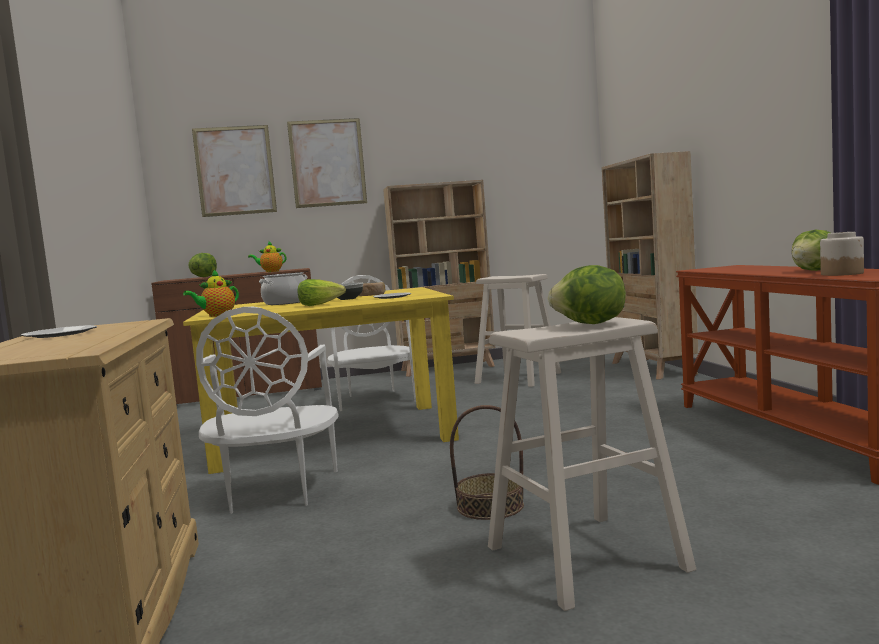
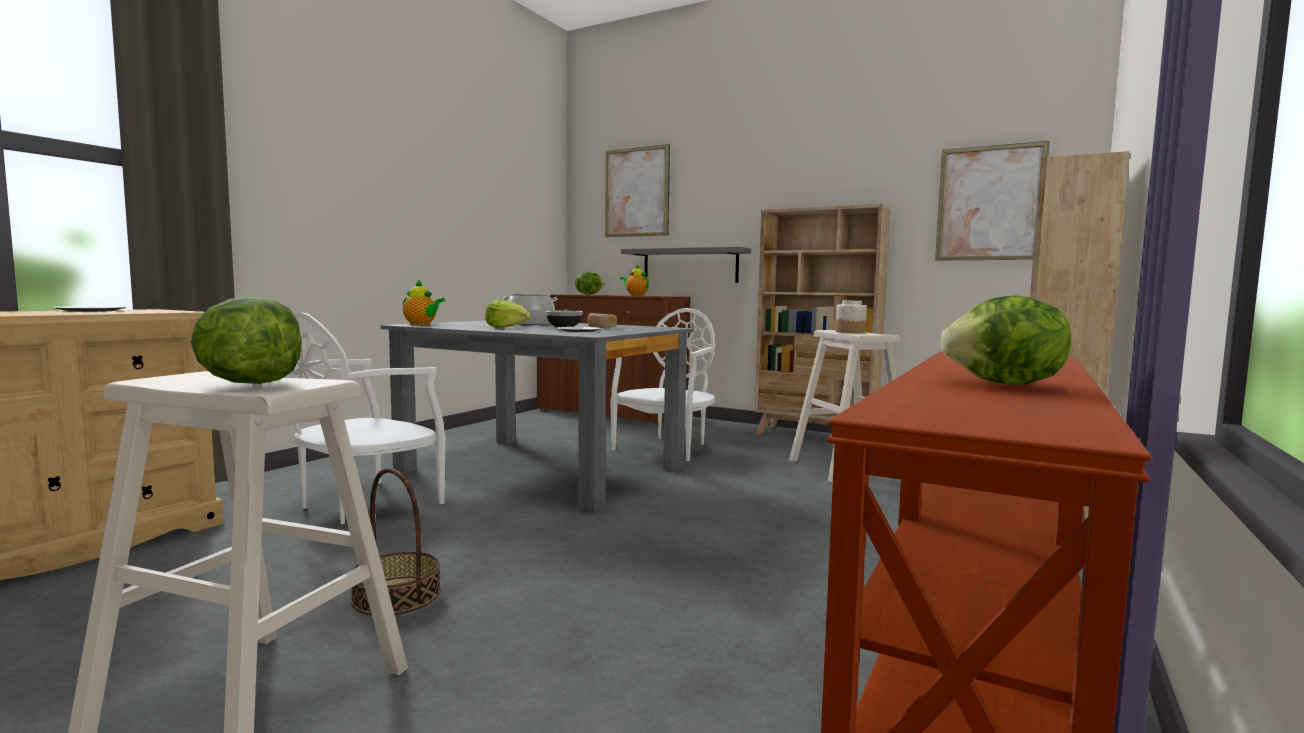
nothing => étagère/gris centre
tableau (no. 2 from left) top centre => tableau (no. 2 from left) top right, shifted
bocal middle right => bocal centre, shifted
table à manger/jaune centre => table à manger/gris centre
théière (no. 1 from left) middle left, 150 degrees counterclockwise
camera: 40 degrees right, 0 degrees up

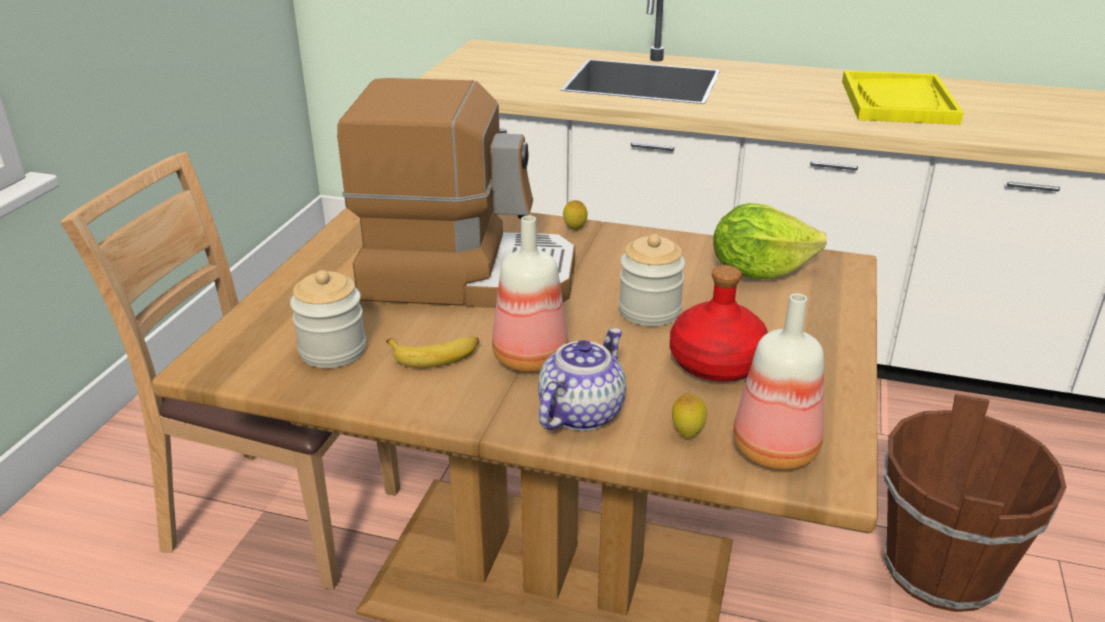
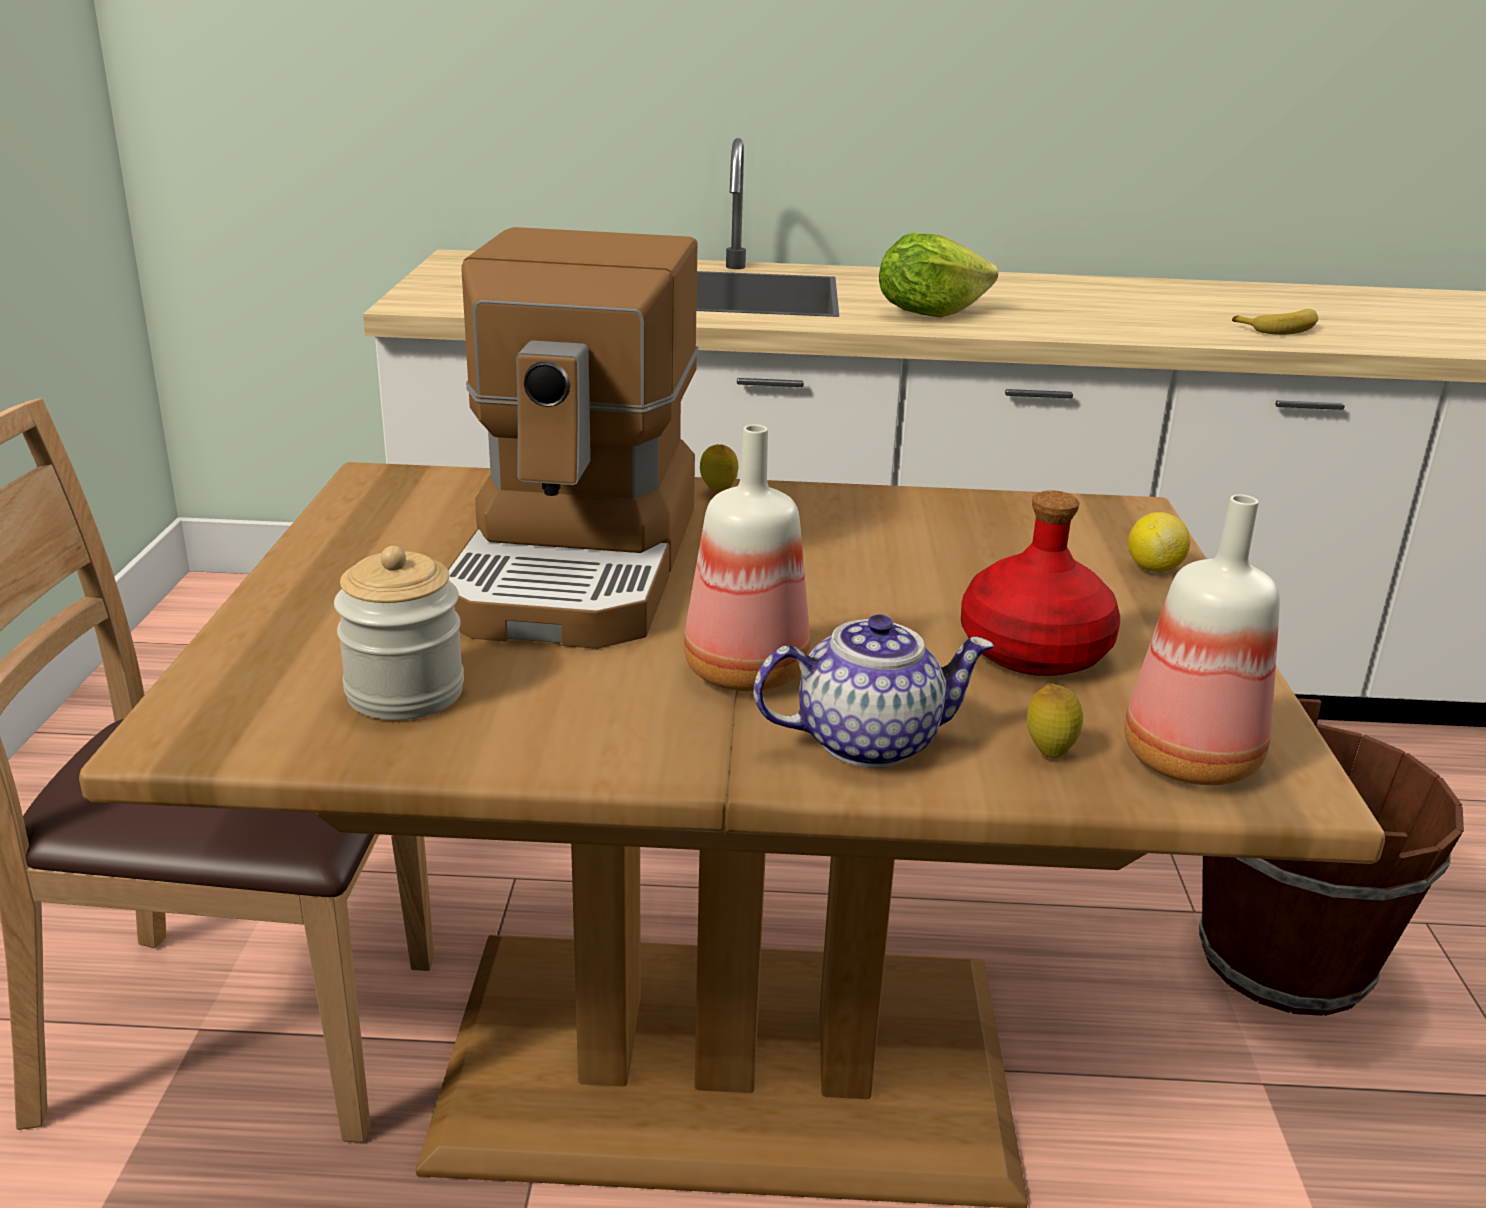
bocal (no. 2 from left) centre => nothing
plateau/jaune top right => nothing
nothing => citron (no. 3 from left) middle right
banane centre => banane top right, shifted
laitue middle right => laitue top centre, shifted
machine à café top centre => machine à café centre, 105 degrees clockwise
théière centre, 60 degrees clockwise
camera: 15 degrees left, 5 degrees down

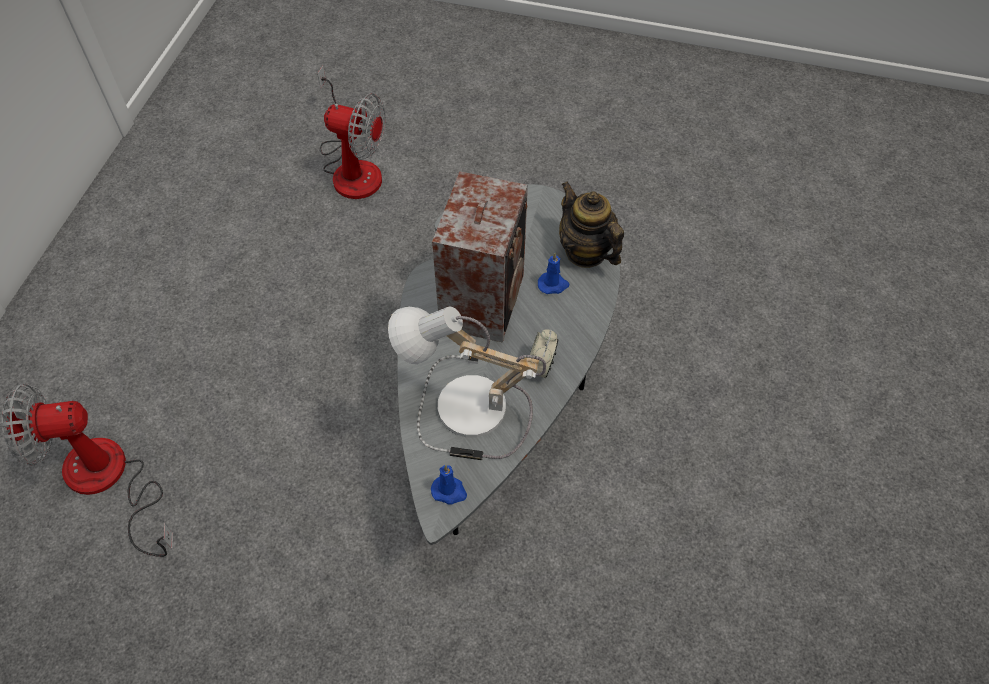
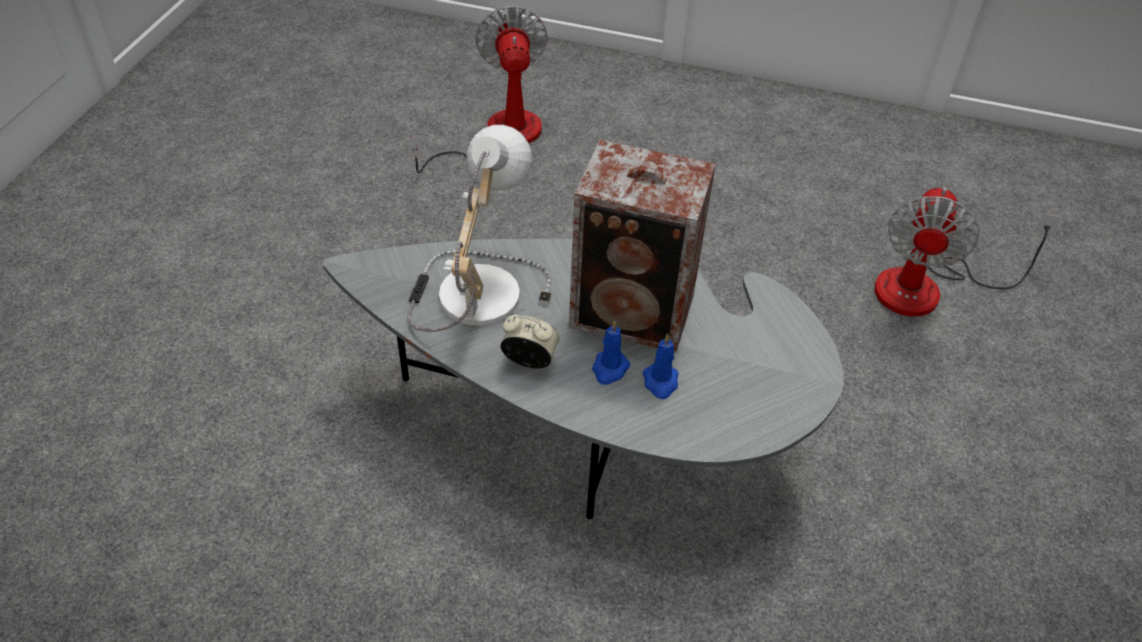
théière top centre => nothing
bougie/bleu (no. 1 from left) bottom centre => bougie/bleu (no. 1 from left) centre, shifted
camera: 90 degrees right, 10 degrees down

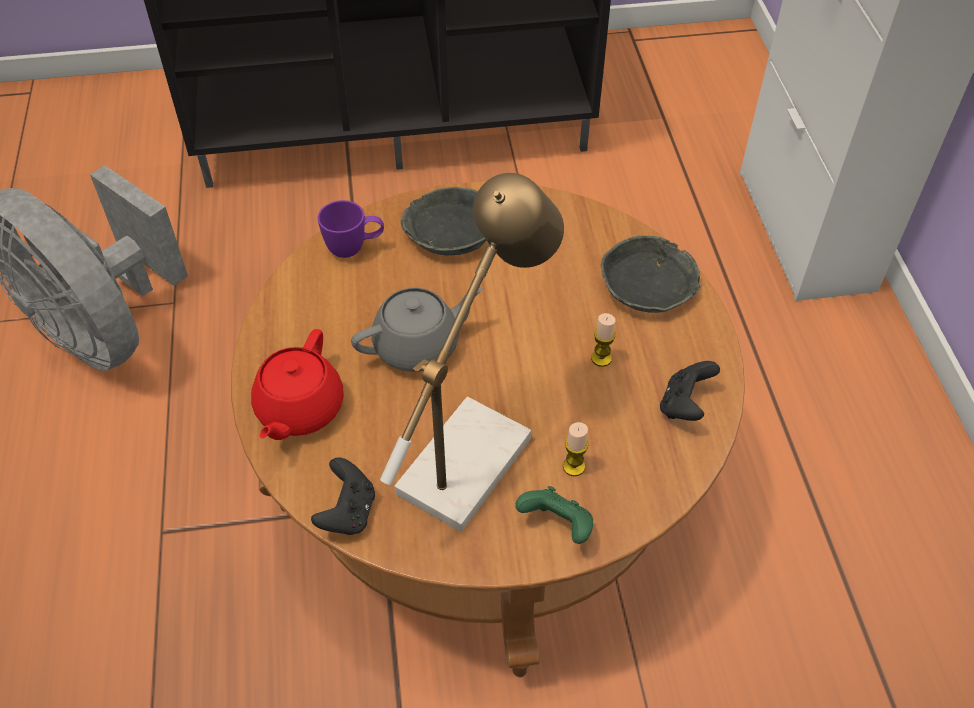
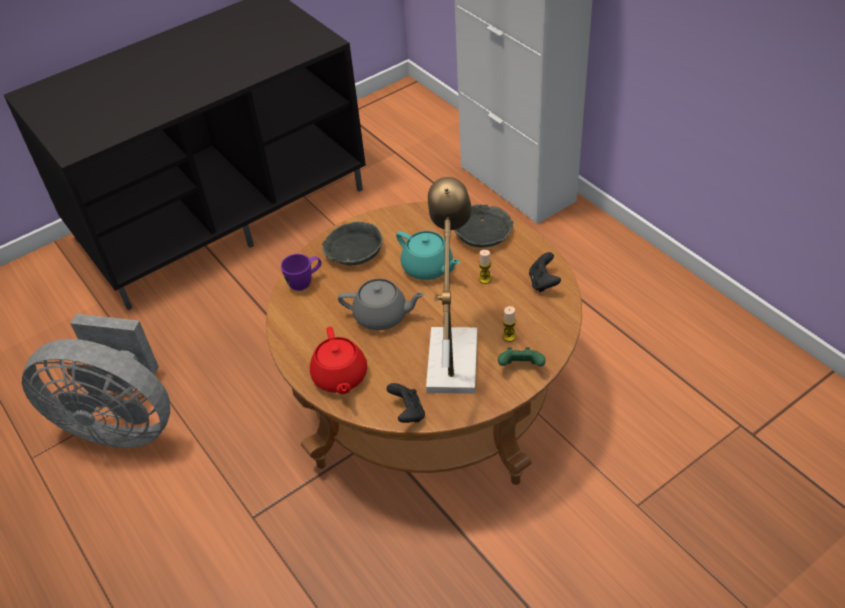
nothing => théière/turquoise centre
théière/gris centre, 60 degrees clockwise
camera: 25 degrees left, 5 degrees down

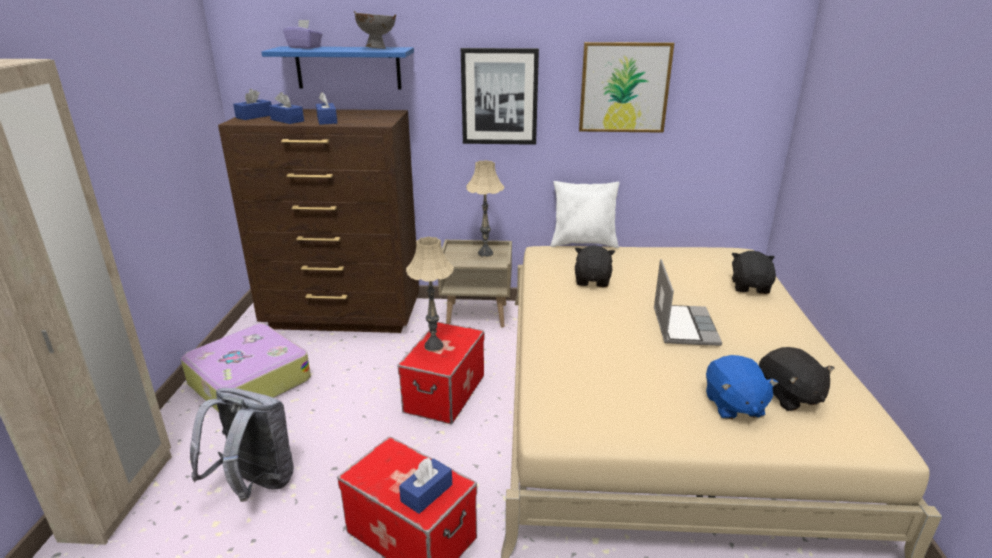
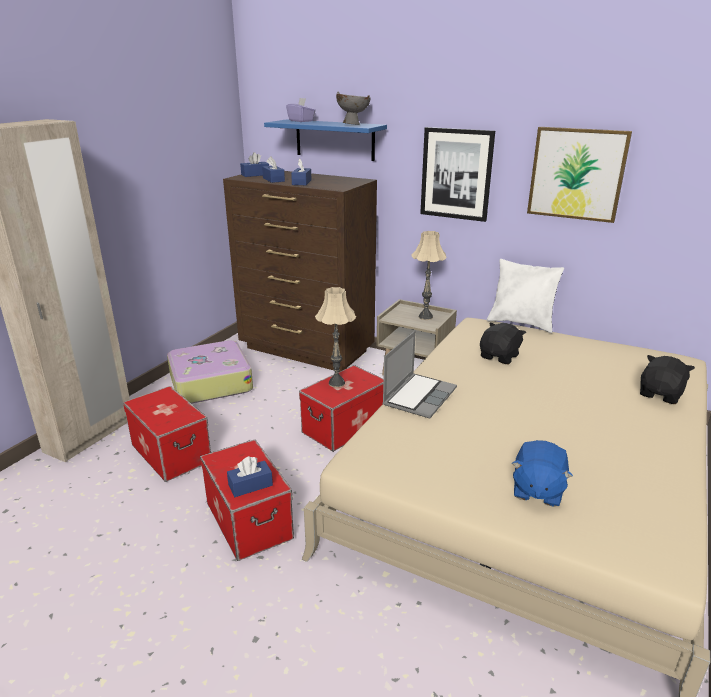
peluche/noir (no. 3 from left) bottom right => nothing
ordinateur portable middle right => ordinateur portable centre, shifted
sac à dos/gris bottom left => boîte de rangement (no. 1 from left) middle left
camera: 25 degrees right, 0 degrees up

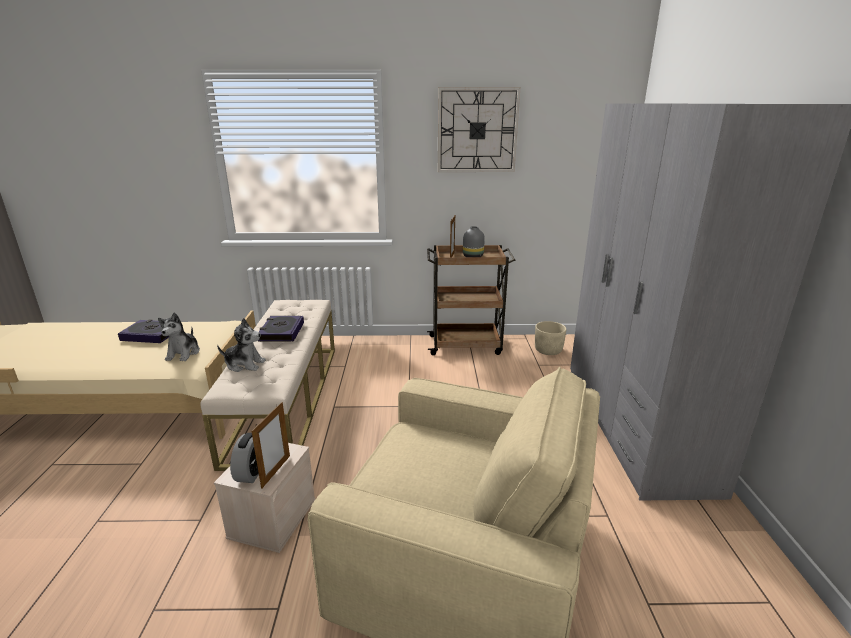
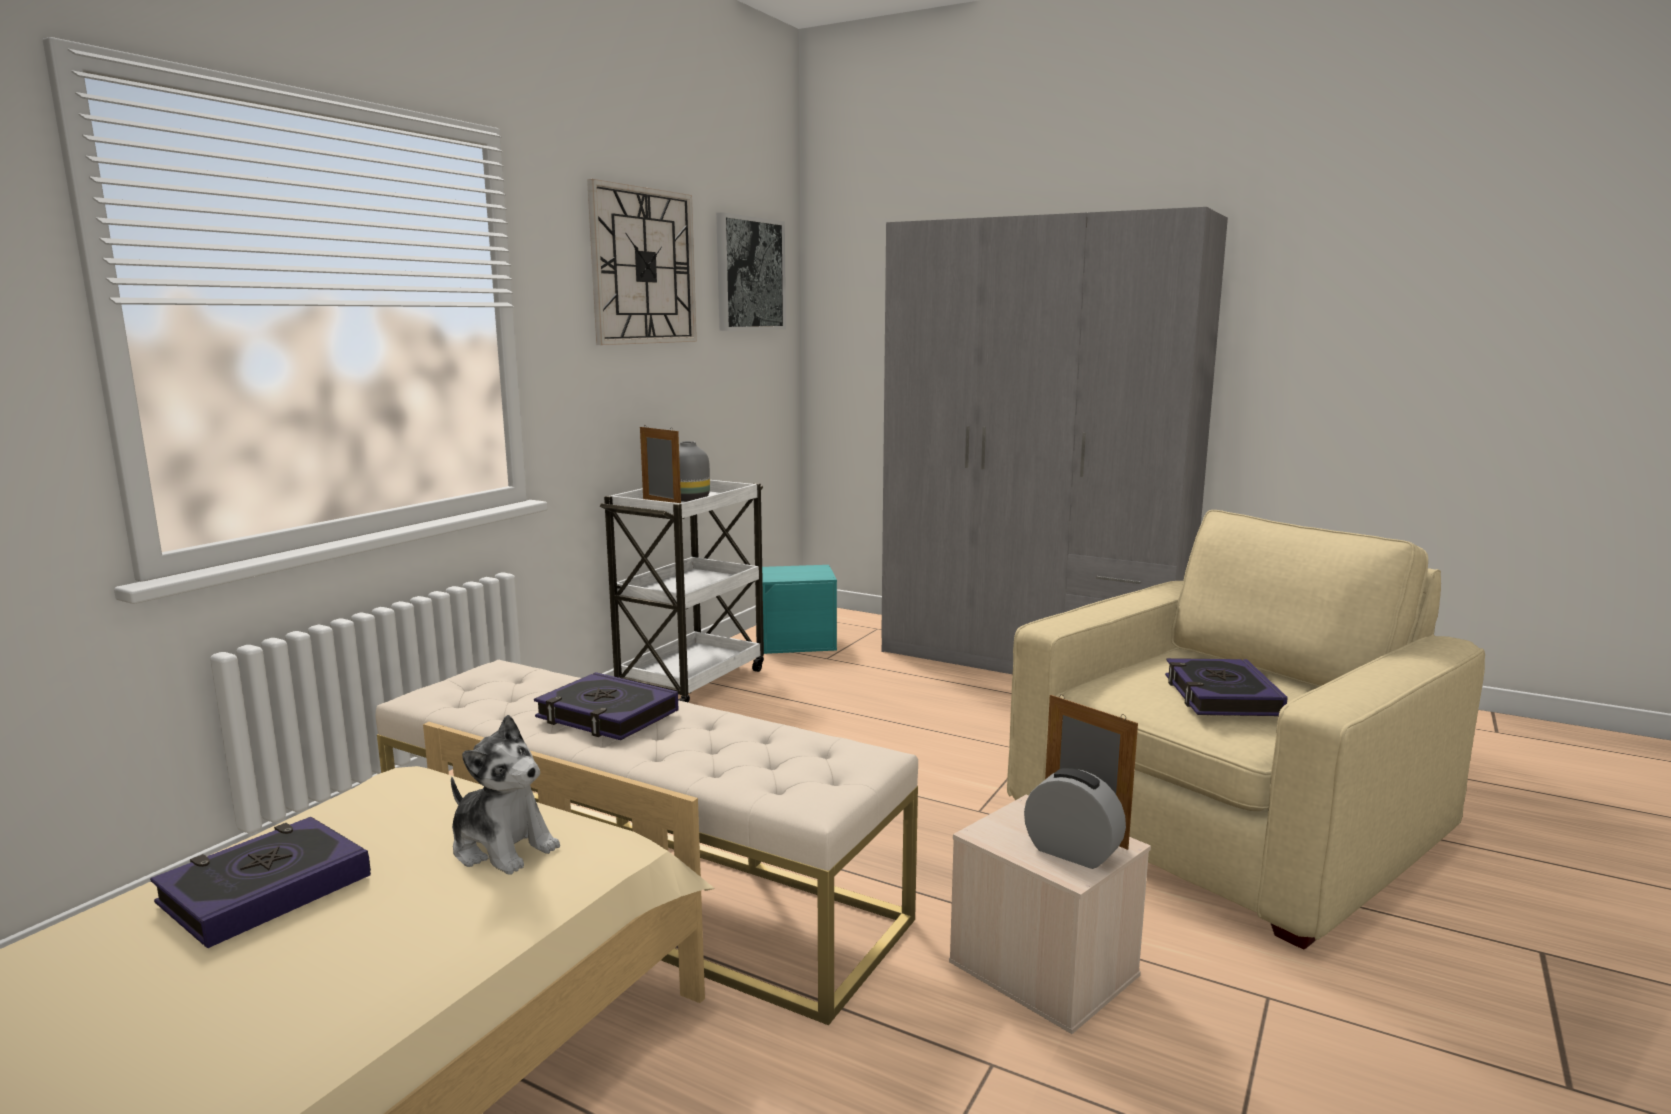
peluche (no. 2 from left) middle left => nothing
nothing => tableau top centre
nothing => livre (no. 3 from left) middle right
cache-pot/beige centre => boîte de rangement/turquoise centre
chariot/marron centre => chariot/blanc centre
camera: 60 degrees left, 10 degrees down

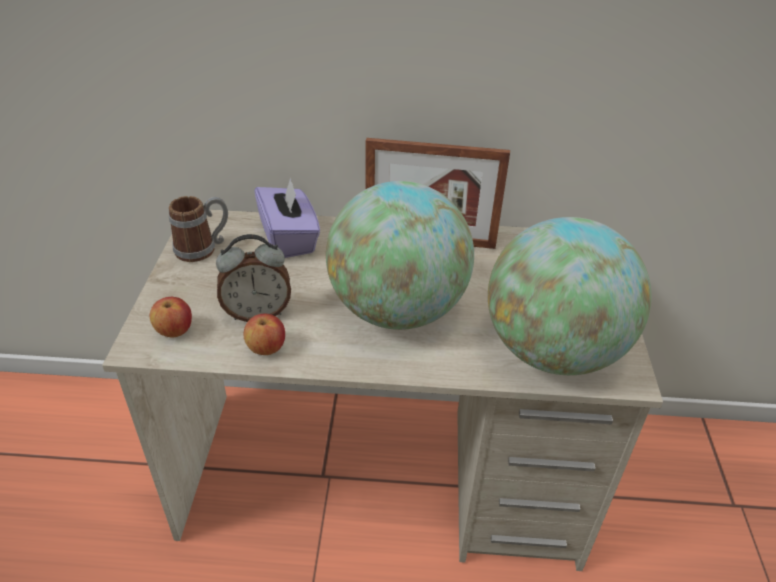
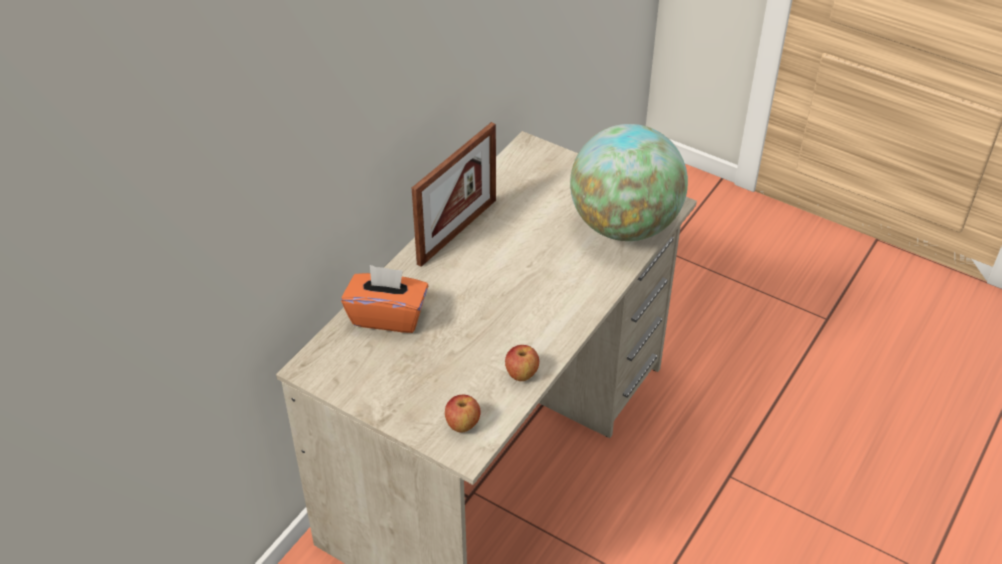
mug middle left => nothing
réveil middle left => nothing
globe (no. 1 from left) centre => nothing
boîte à mouchoirs/violet centre => boîte à mouchoirs/orange centre
camera: 60 degrees left, 5 degrees up

